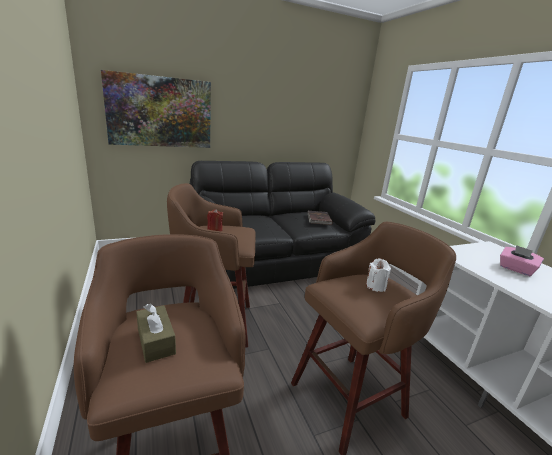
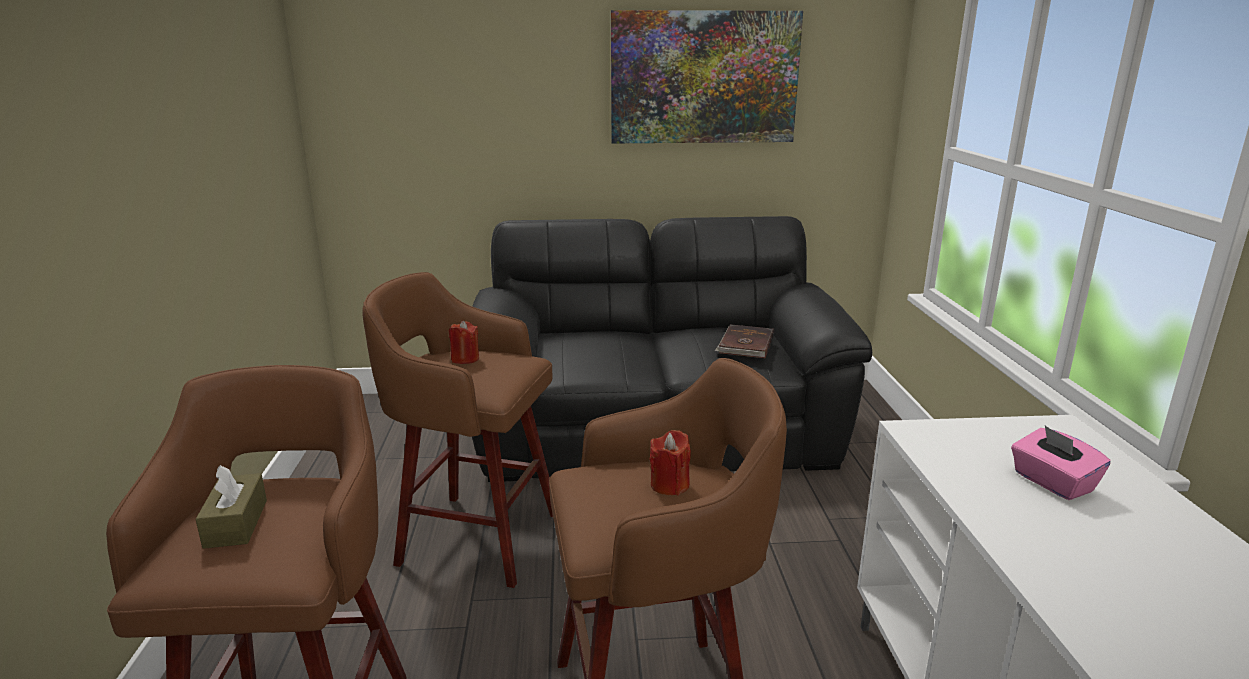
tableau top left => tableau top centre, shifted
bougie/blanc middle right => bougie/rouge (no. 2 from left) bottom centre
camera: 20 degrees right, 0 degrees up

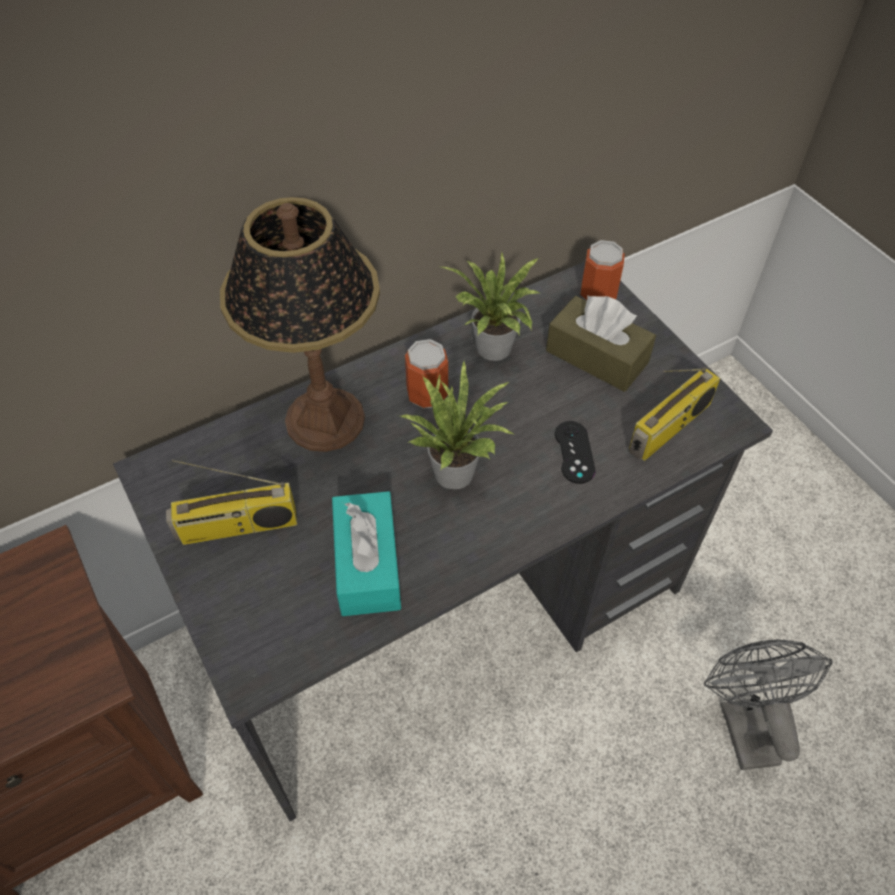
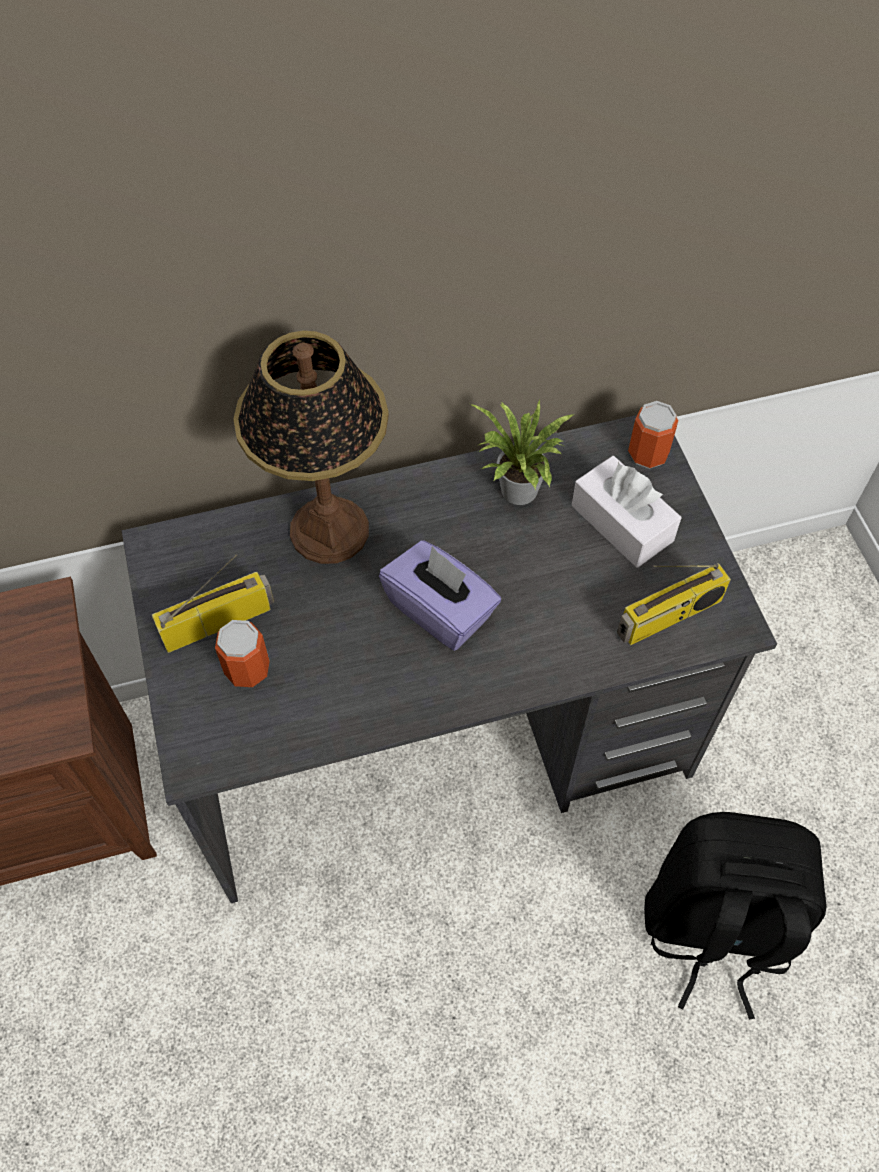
boîte à mouchoirs/turquoise centre => nothing
manette/noir centre => nothing
boîte métallique (no. 1 from left) centre => boîte métallique (no. 1 from left) middle left, shifted
plante en pot (no. 1 from left) centre => boîte à mouchoirs/violet centre
ventilateur/gris bottom right => sac à dos/noir bottom right
boîte à mouchoirs/marron middle right => boîte à mouchoirs/blanc middle right
radio (no. 1 from left) middle left, 150 degrees clockwise
camera: 15 degrees right, 5 degrees up

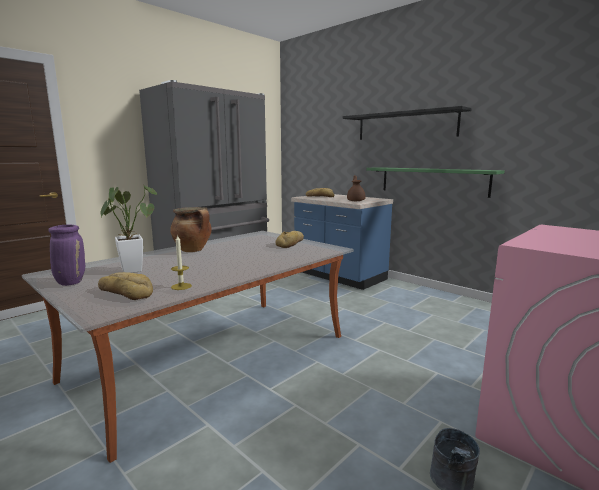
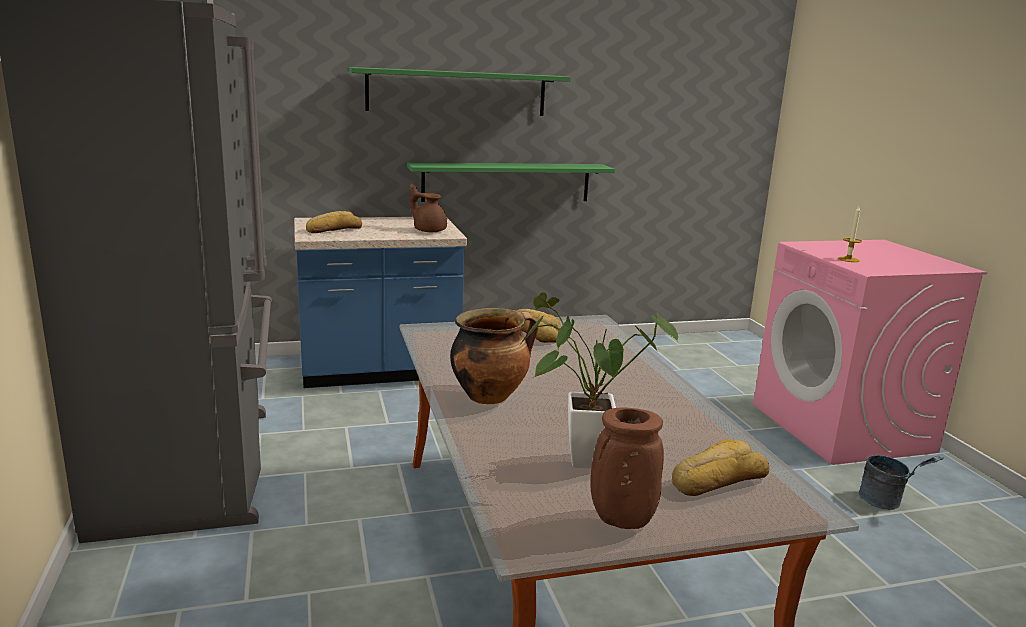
bougie middle left => bougie middle right, shifted
vase/violet middle left => vase/marron bottom centre
étagère/noir top right => étagère/vert (no. 1 from left) top centre
camera: 60 degrees left, 5 degrees up

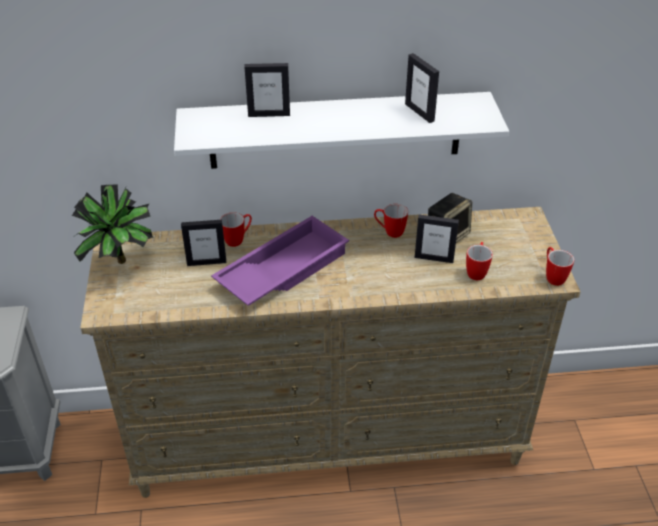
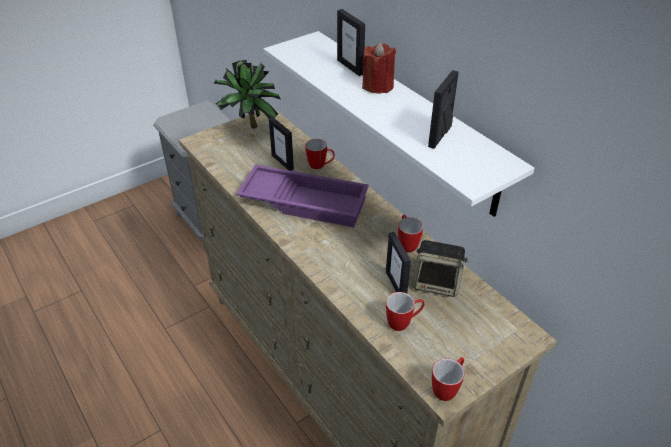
nothing => bougie/rouge top centre
camera: 60 degrees right, 0 degrees up

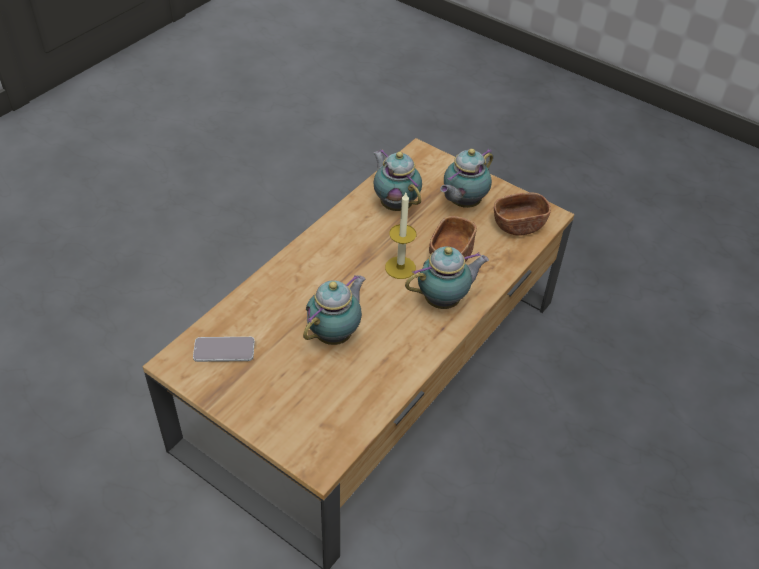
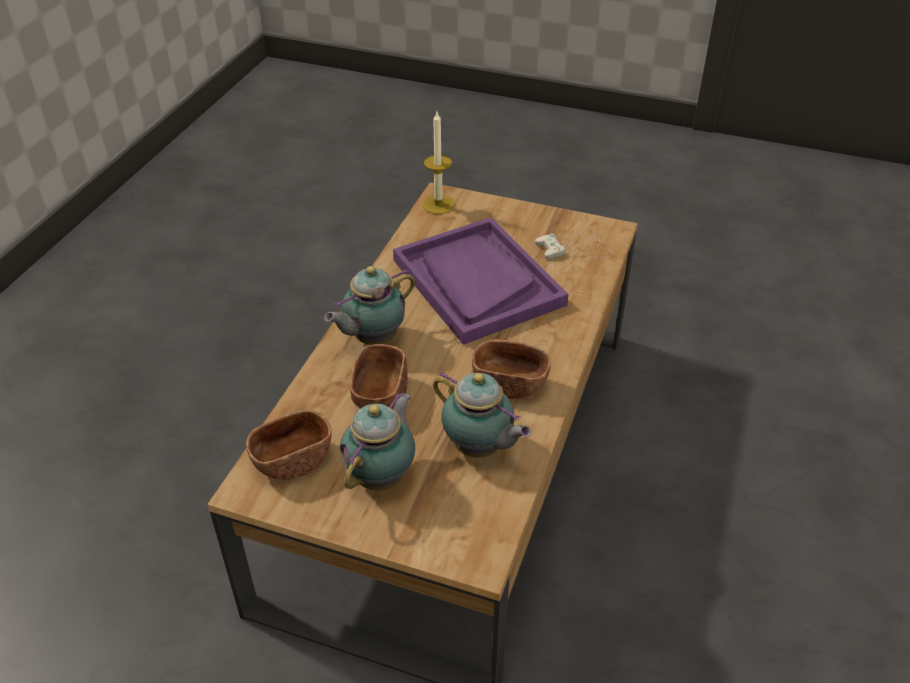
nothing => bol/marron (no. 3 from left) centre
bougie centre => bougie top centre, shifted
téléphone middle left => manette/blanc centre
théière (no. 1 from left) centre => plateau/violet centre
camera: 165 degrees right, 5 degrees down

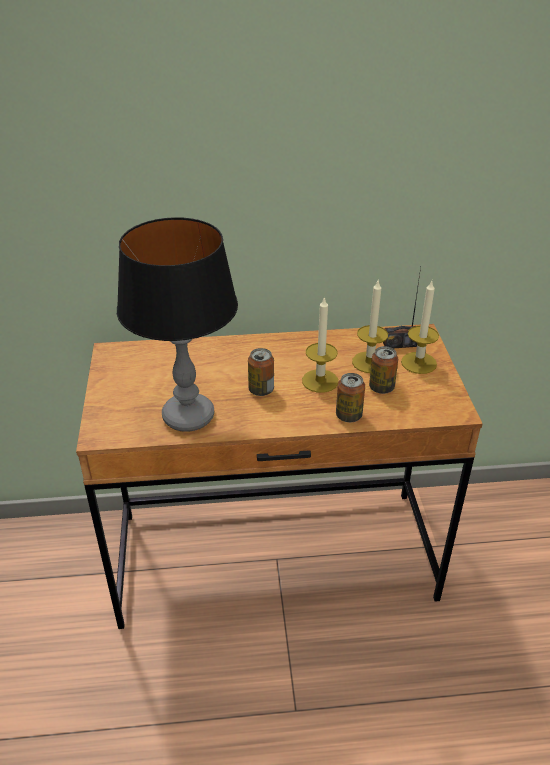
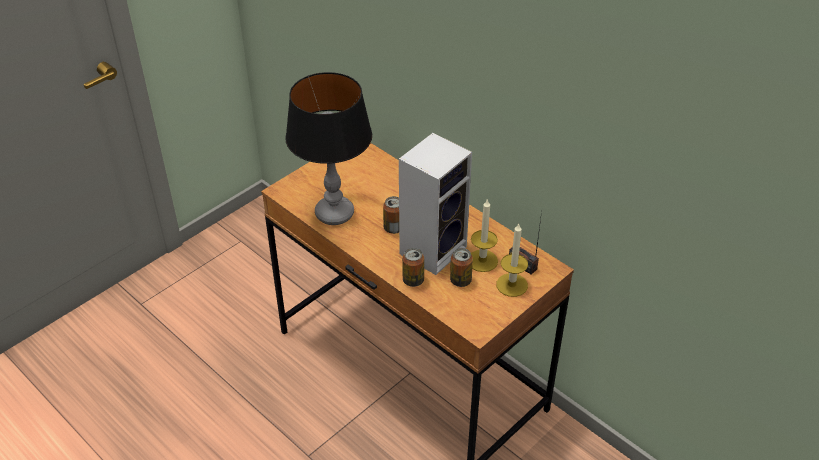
bougie (no. 1 from left) centre => enceinte centre
camera: 50 degrees right, 5 degrees up

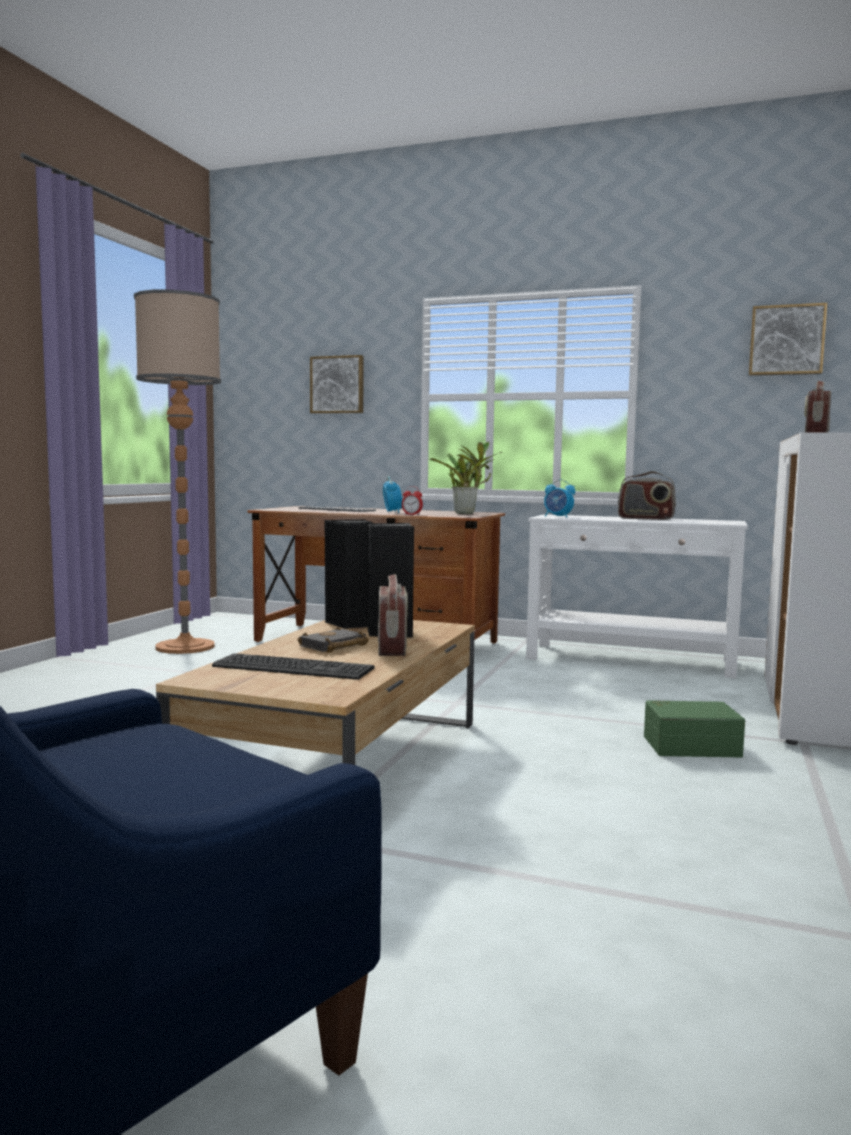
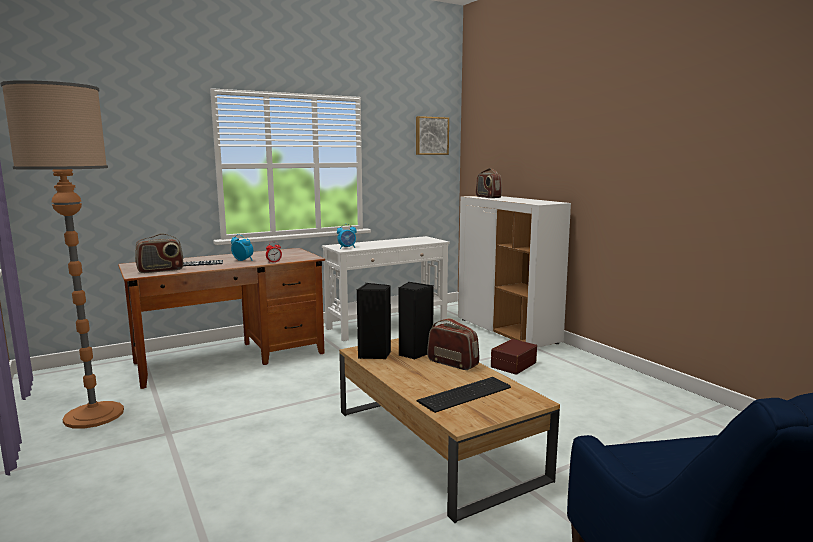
livre/noir centre => nothing
tableau (no. 1 from left) centre => nothing
plante en pot centre => nothing
radio (no. 2 from left in the first image) middle right => radio (no. 1 from left) middle left, shifted
boîte de rangement/vert middle right => boîte de rangement/marron centre
camera: 50 degrees left, 5 degrees up

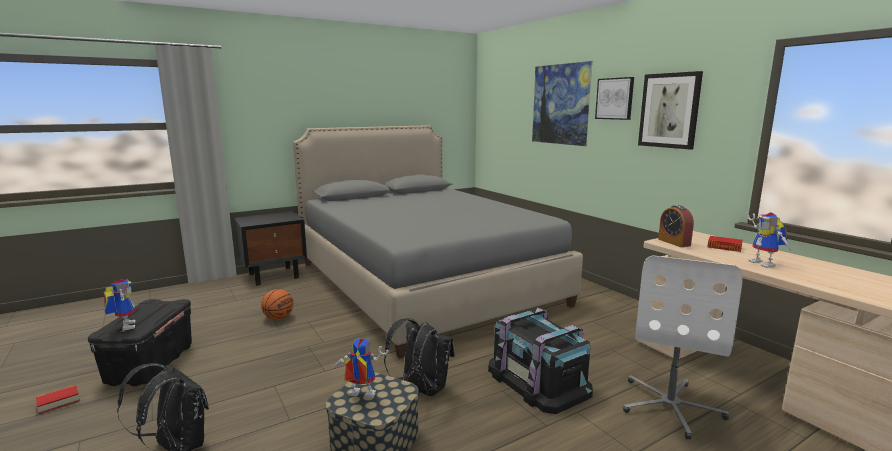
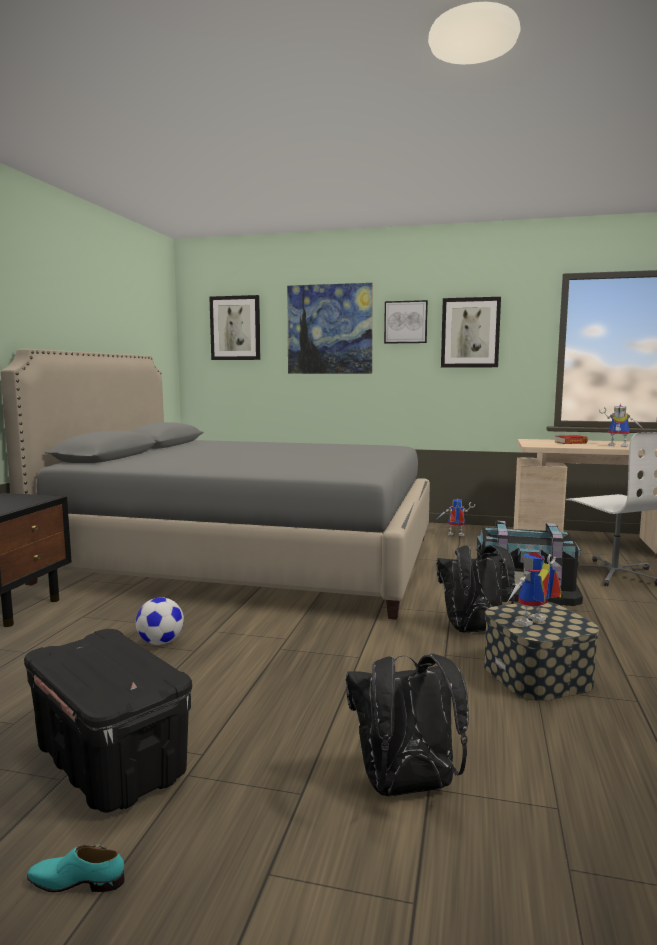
réveil middle right => nothing
nothing => tableau (no. 1 from left) centre
robot jouet (no. 1 from left) bottom left => robot jouet (no. 1 from left) middle right, shifted
livre (no. 1 from left) bottom left => chaussure/turquoise bottom left
ballon de basket bottom left => ballon de foot middle left
camera: 45 degrees left, 5 degrees down

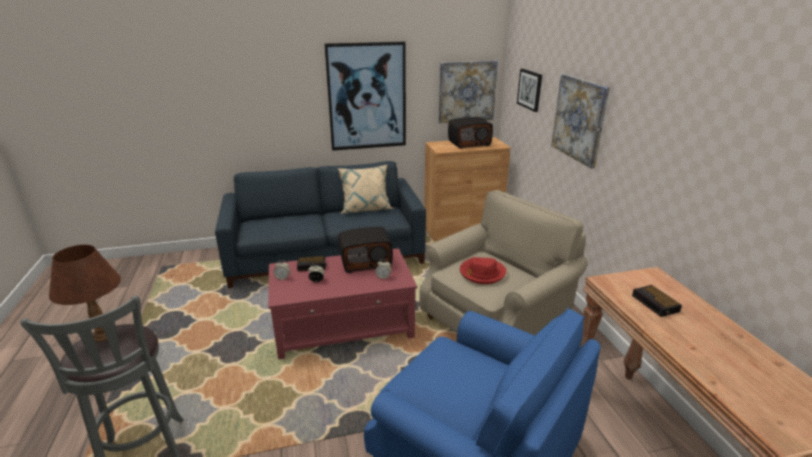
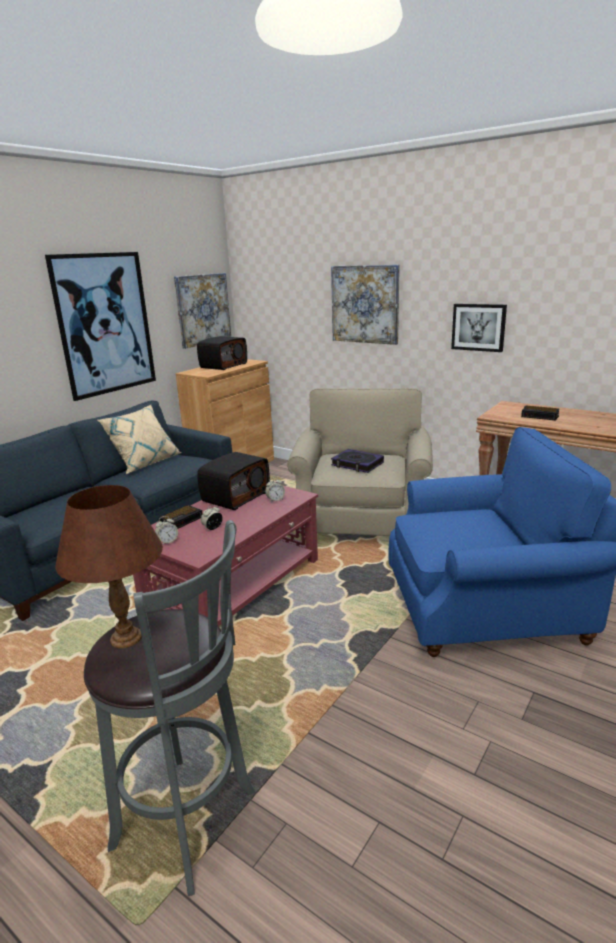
tableau (no. 3 from left in the first image) top centre => tableau (no. 4 from left) middle right, shifted
chapeau/rouge centre => livre centre
camera: 40 degrees left, 5 degrees down

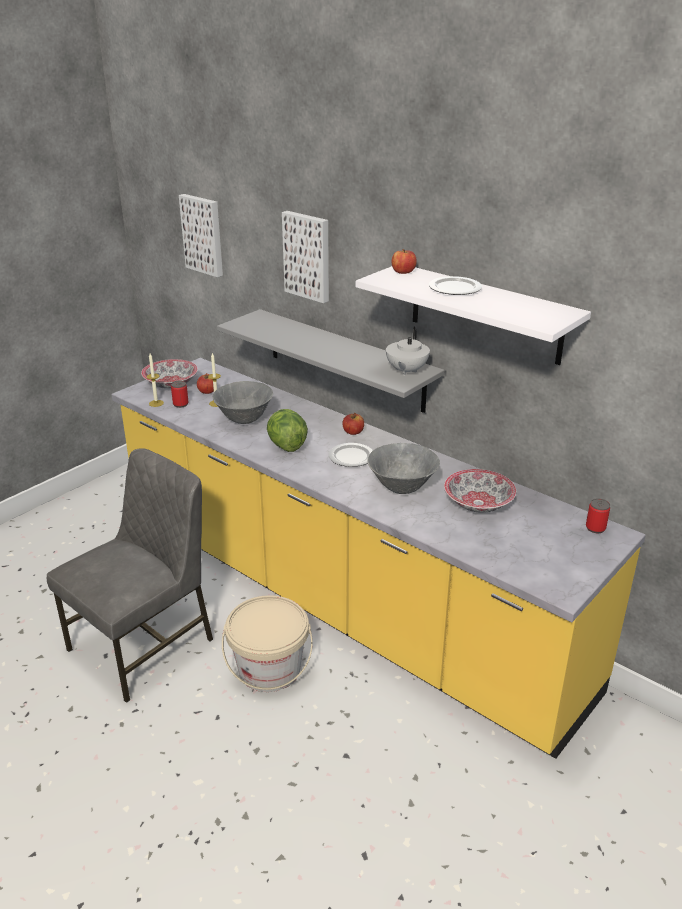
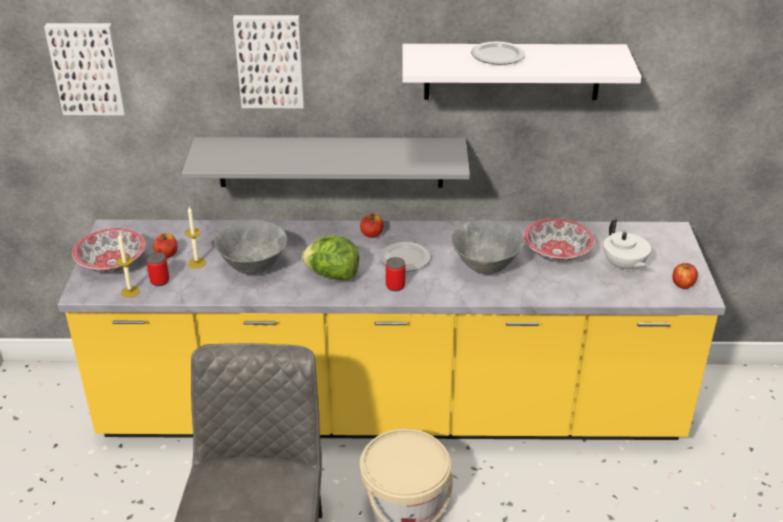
théière/blanc centre => théière/blanc middle right, shifted
pomme (no. 3 from left) top centre => pomme (no. 3 from left) middle right, shifted
boîte métallique (no. 2 from left) middle right => boîte métallique (no. 2 from left) centre, shifted
camera: 40 degrees left, 5 degrees up

